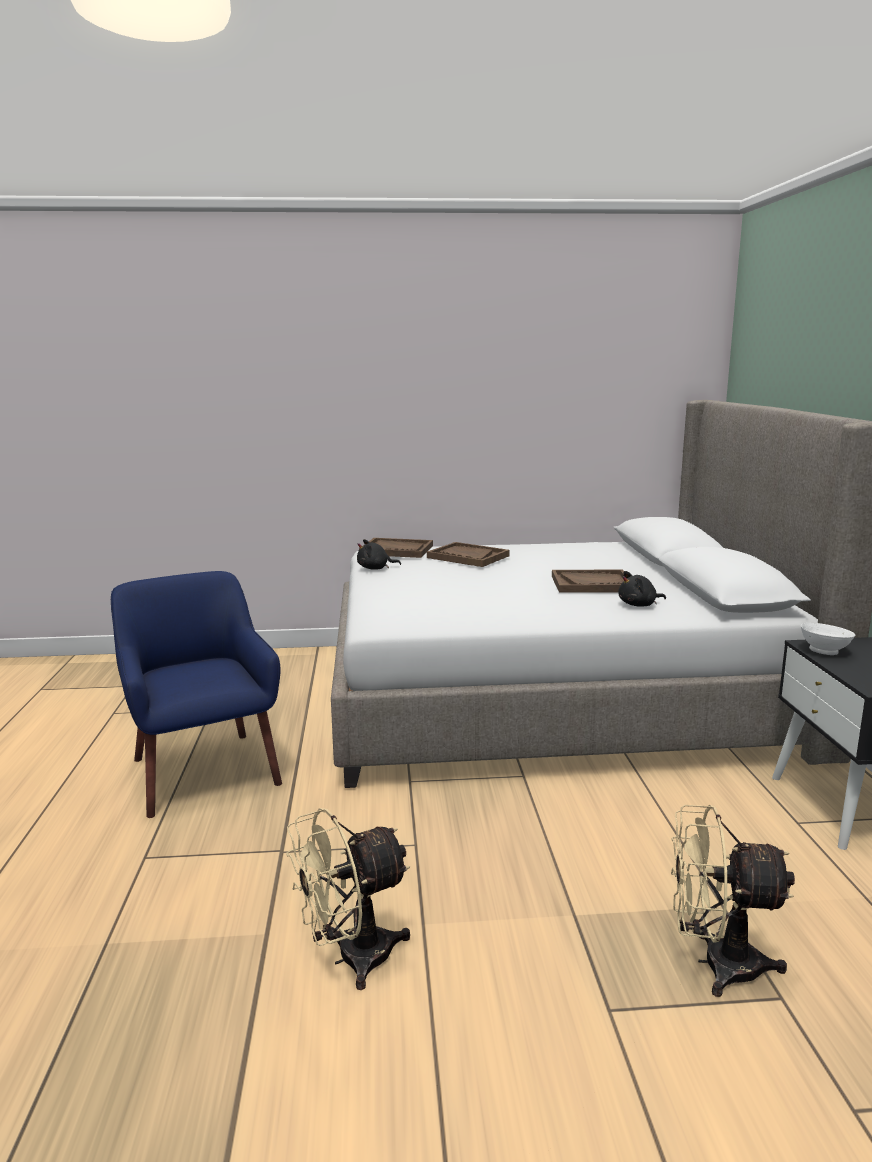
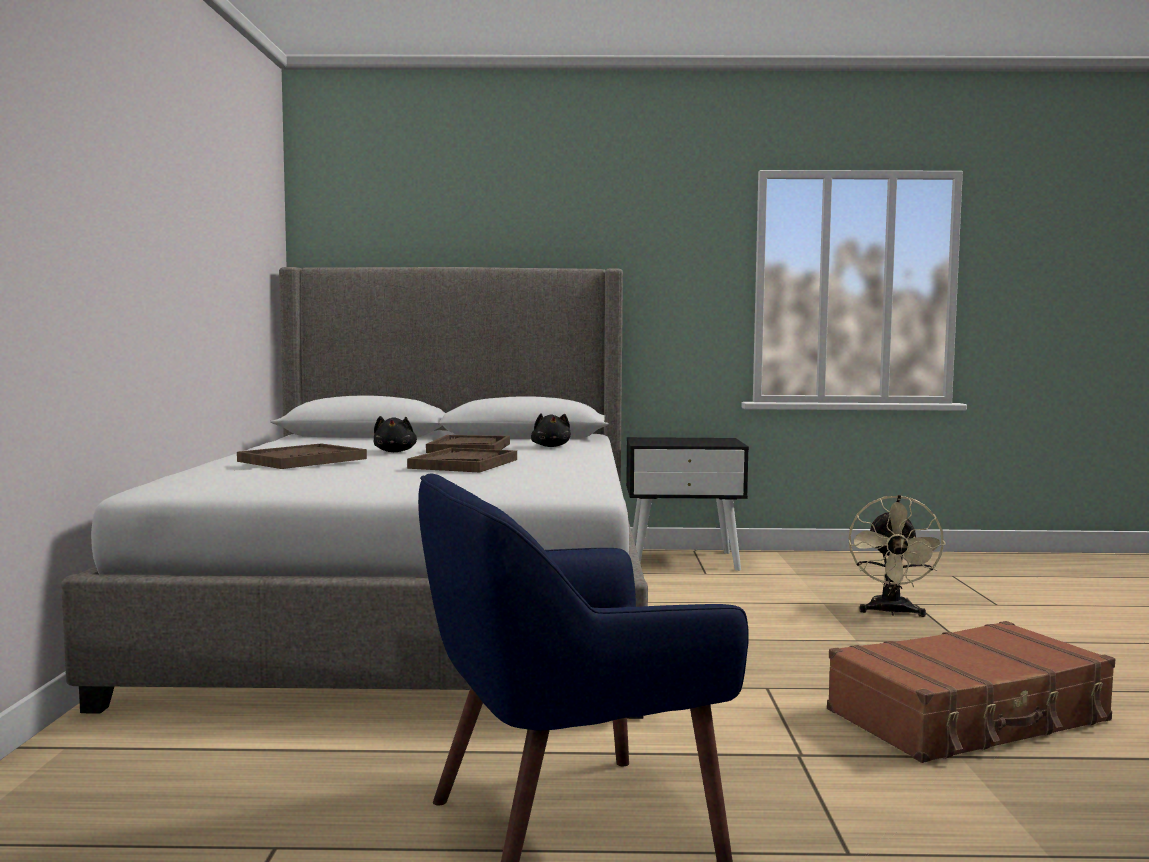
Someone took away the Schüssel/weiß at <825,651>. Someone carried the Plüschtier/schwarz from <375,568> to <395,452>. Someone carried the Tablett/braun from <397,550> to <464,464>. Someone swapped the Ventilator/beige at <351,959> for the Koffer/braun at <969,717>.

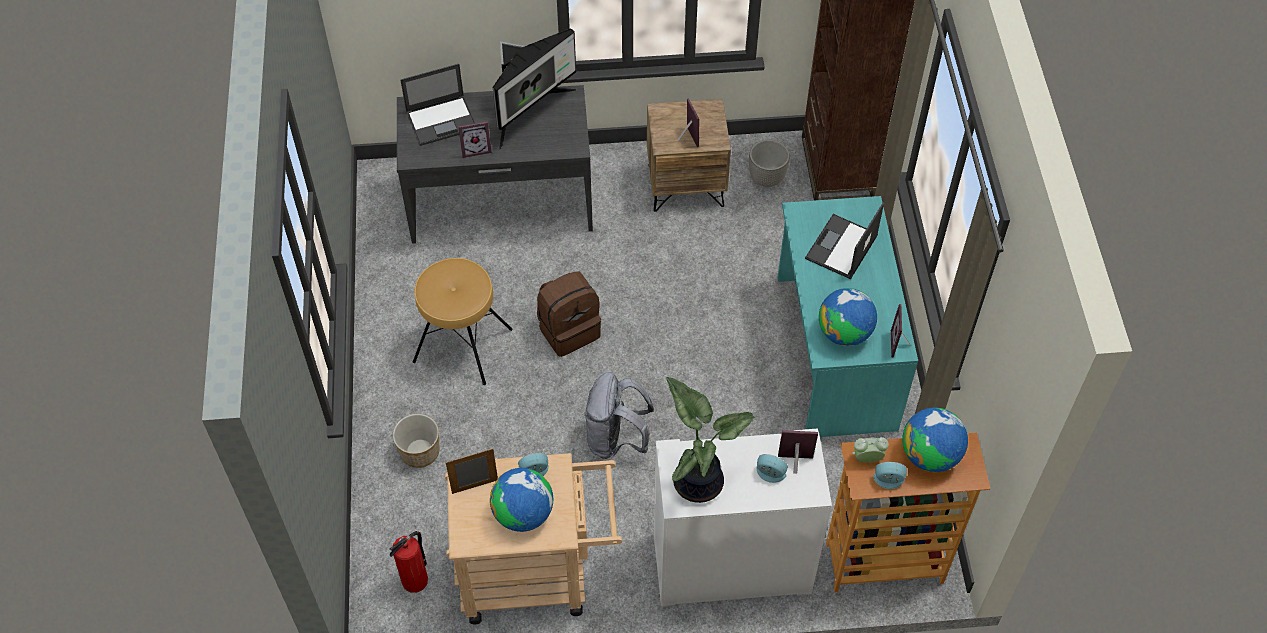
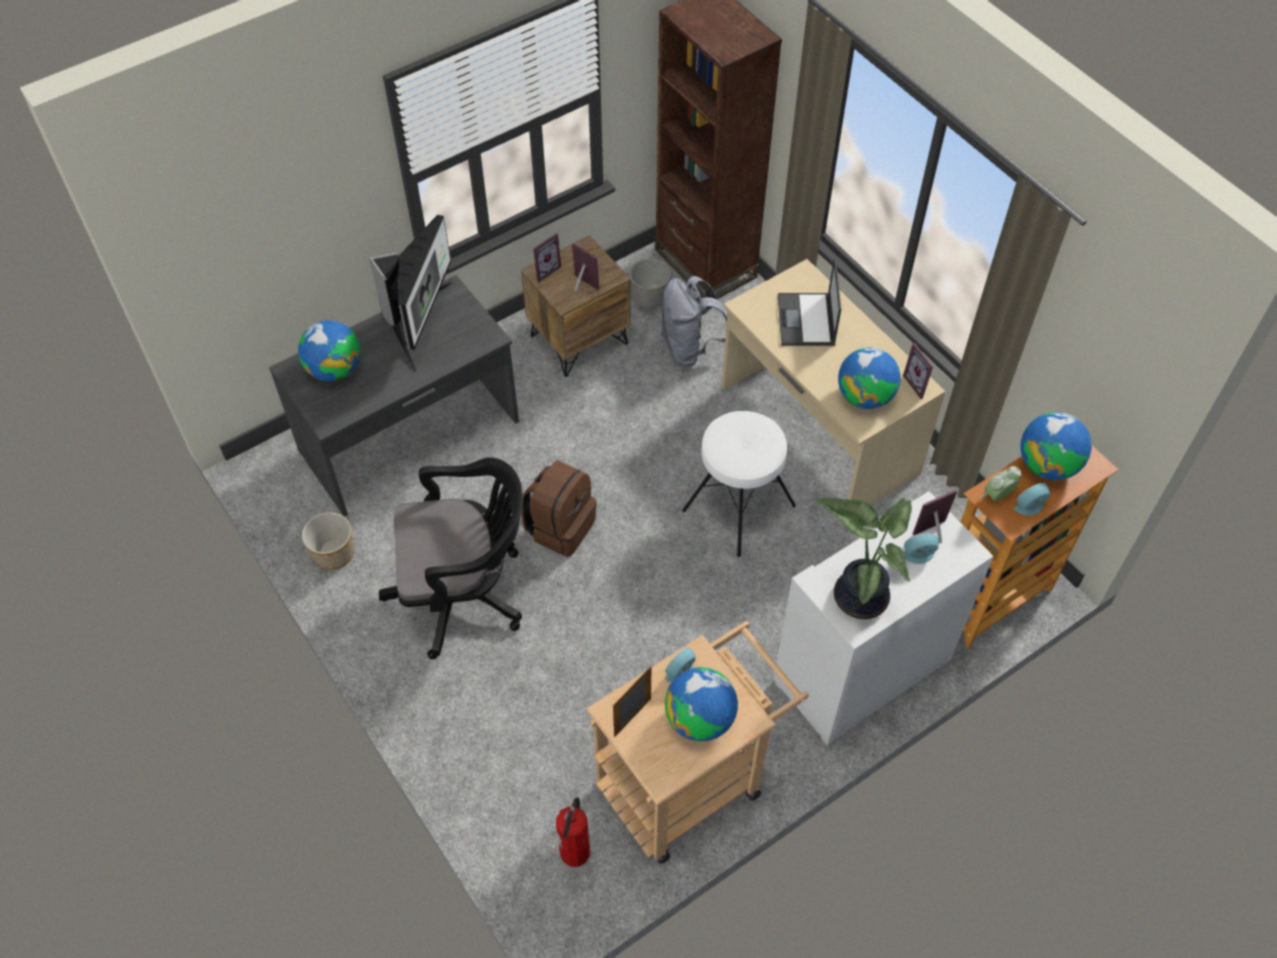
Someone put down the Hocker/weiß at <738,507>. Someone carried the Pflanzkübel from <419,451> to <333,553>. Someone carried the Bilderrahmen from <475,149> to <544,270>. Someone carried the Rucksack/grau from <616,439> to <690,347>. Someone swapped the Laptop at <442,120> for the Globus at <334,369>. Someone swapped the Hocker/braun at <462,346> for the Bürostuhl/schwarz at <465,593>. Someone repainted the Schreibtisch/türkis at <833,352>, which became the Schreibtisch/beige at <817,430>.

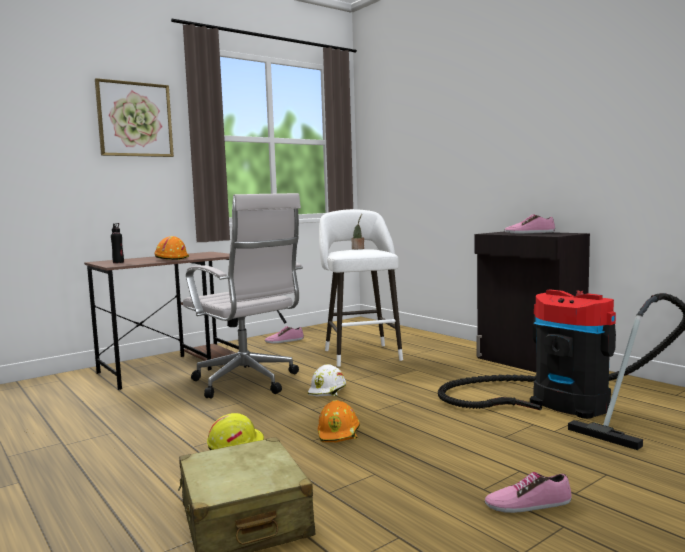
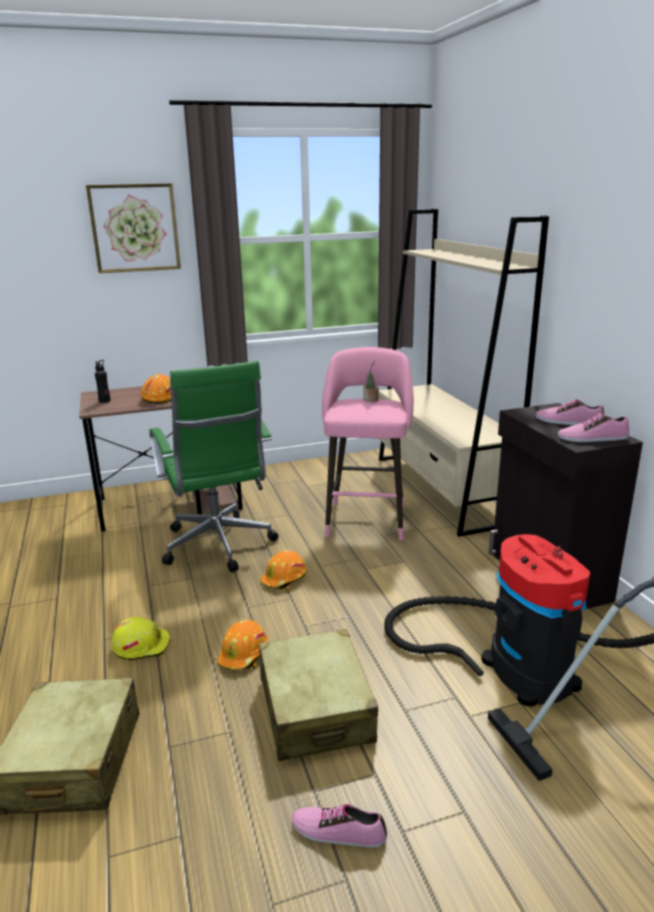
Someone put down the Koffer/beige at <315,709>. Someone put down the Bücherregal/beige at <440,489>. Someone carried the Schuh from <284,341> to <592,438>. Someone repainted the Bürostuhl/weiß at <248,383>, which became the Bürostuhl/grün at <219,547>. Someone repainted the Schutzhelm/weiß at <328,391>, which became the Schutzhelm/orange at <284,579>. Someone repainted the Hocker/weiß at <361,354>, which became the Hocker/rosa at <366,518>.

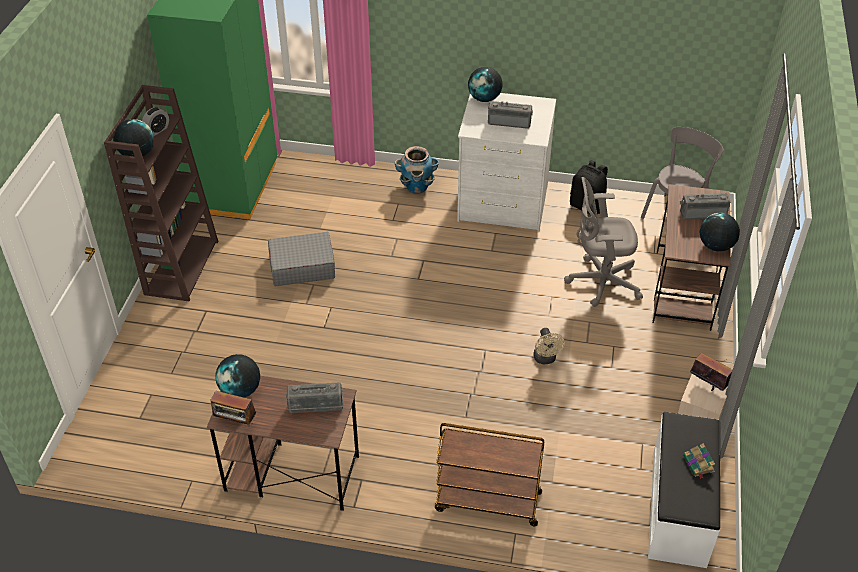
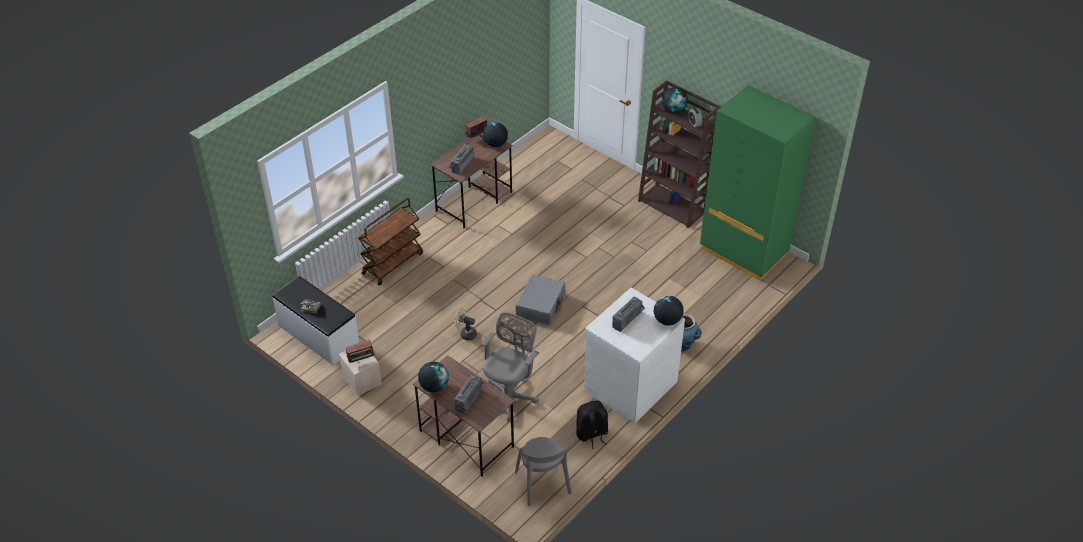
Someone carried the Koffer/grau from <302,266> to <540,305>.

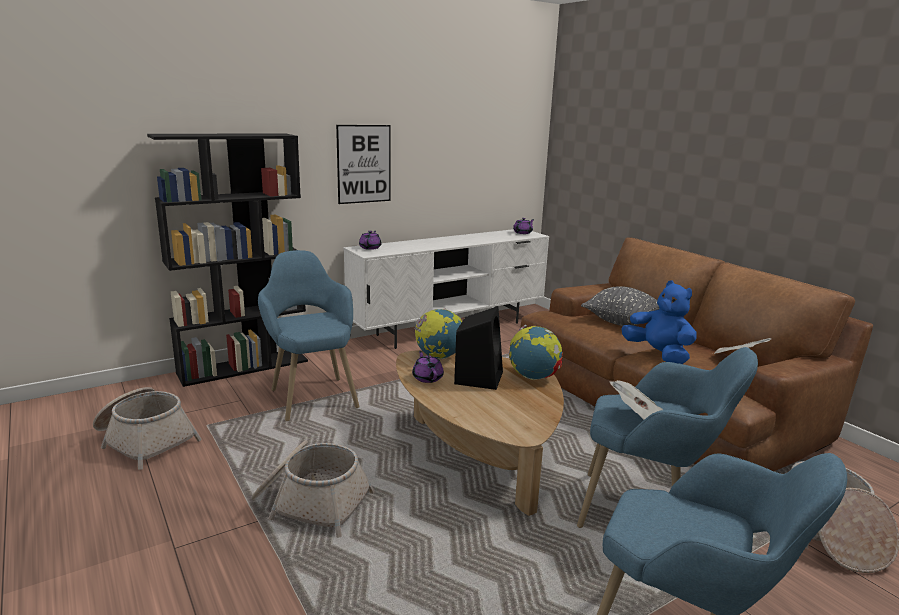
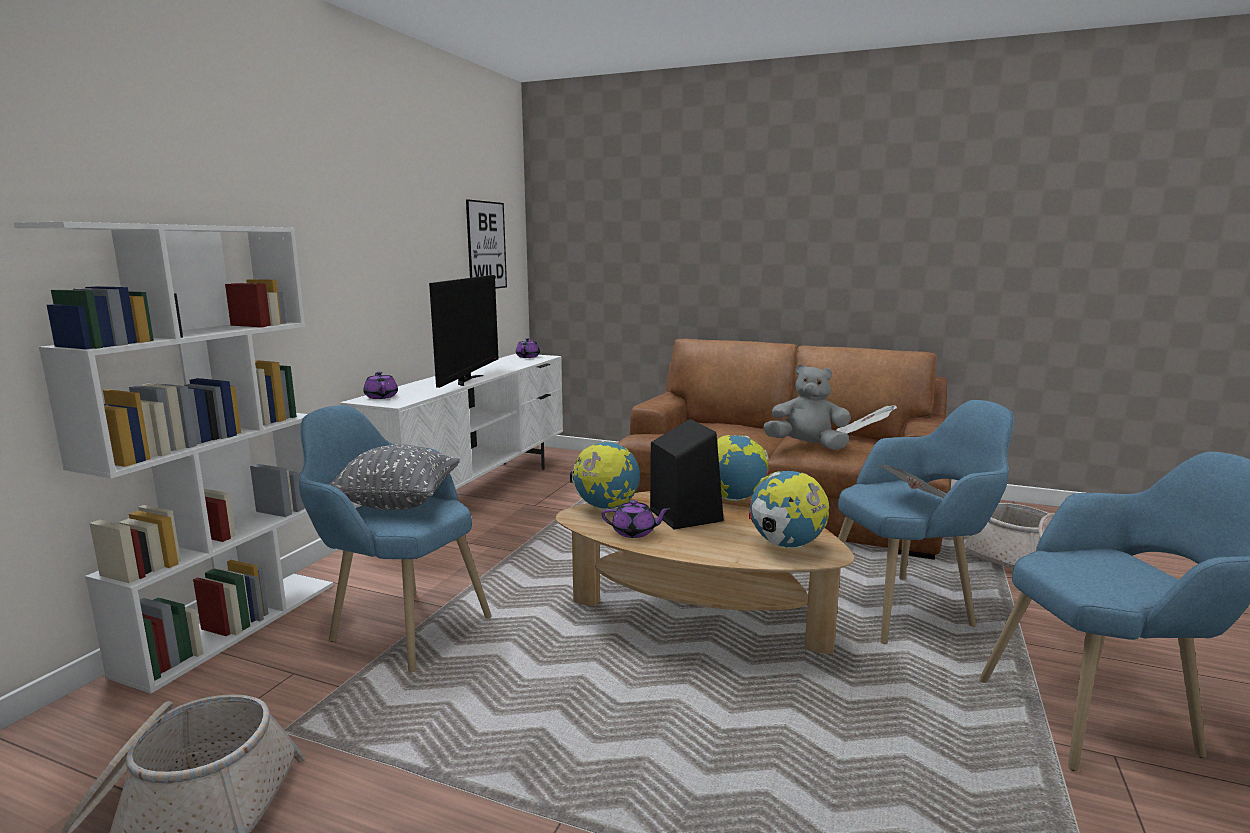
Someone took away the Korb at <311,502>. Someone put down the Fernseher at <468,380>. Someone put down the Globus at <786,546>. Someone carried the Bild from <364,164> to <486,245>. Someone carried the Kissen/grau from <621,321> to <397,502>. Someone repainted the Bücherregal/schwarz at <244,366>, which became the Bücherregal/weiß at <233,625>. Someone repainted the Plüschtier/blau at <658,355>, which became the Plüschtier/grau at <807,446>. Someone rotated the Teekanne/lila at <427,378> by 150 degrees clockwise.

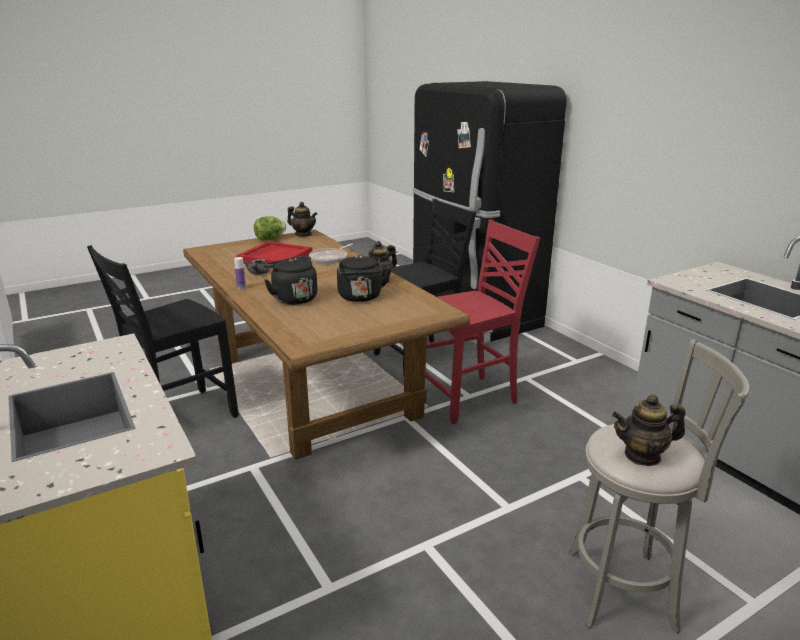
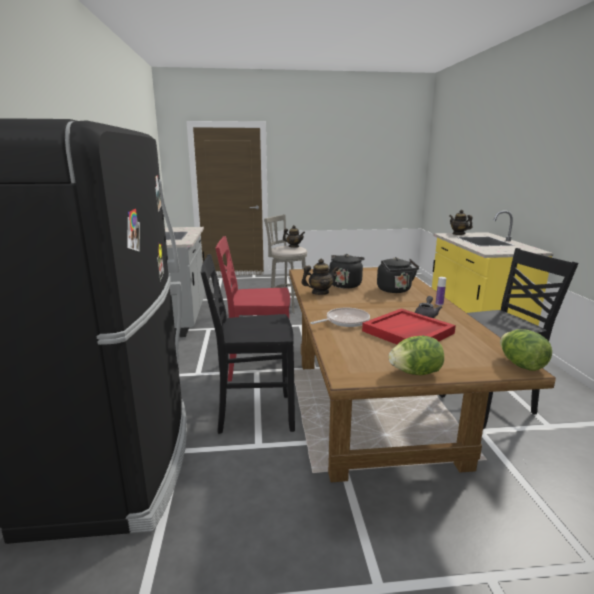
Someone put down the Salatkopf at <521,365>. Someone carried the Teekanne from <303,235> to <458,234>.

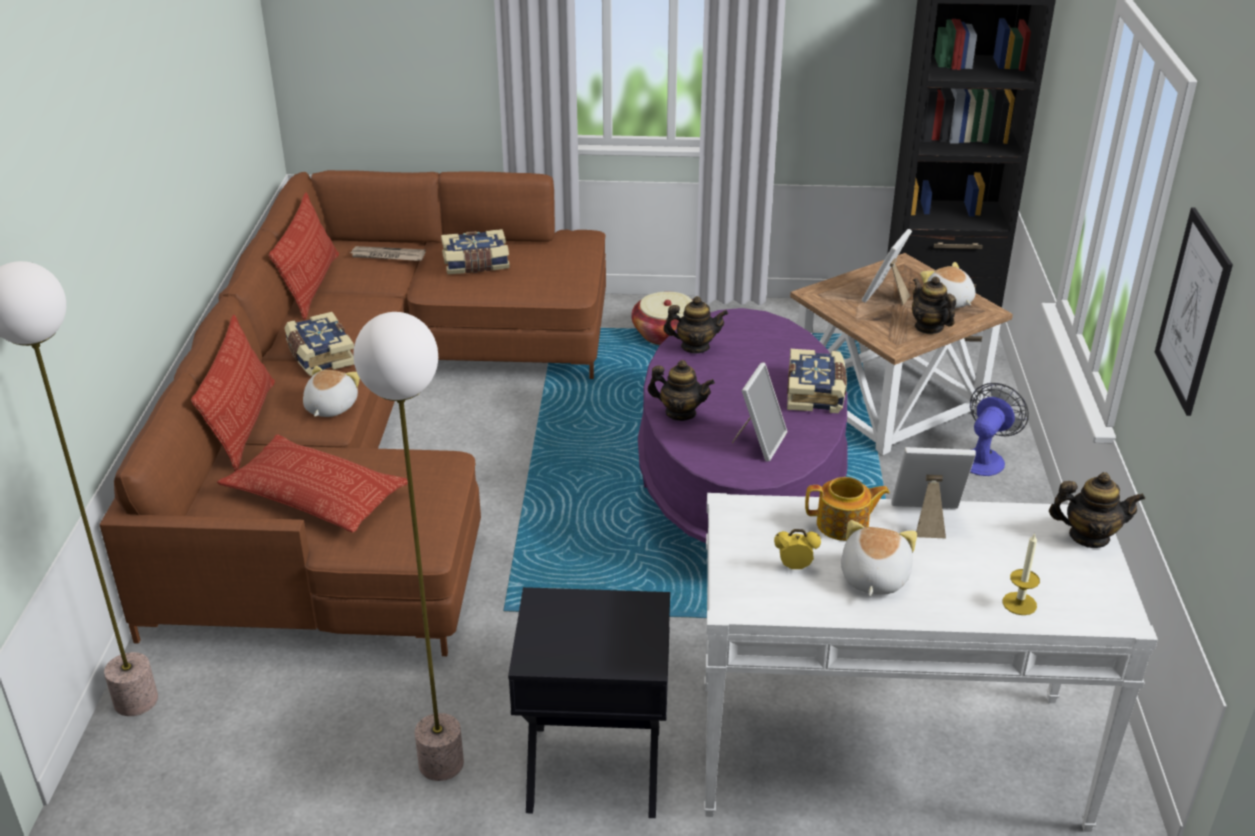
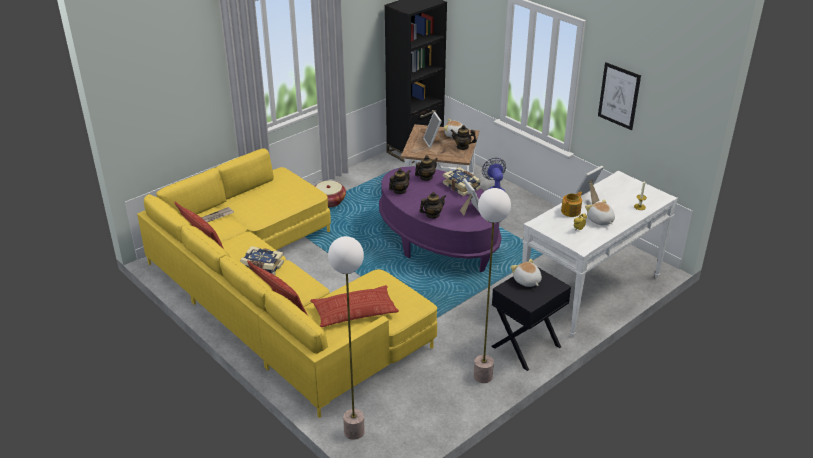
Someone took away the Buch at <476,264>. Someone carried the Plüschtier from <329,407> to <526,281>. Someone carried the Teekanne from <1088,536> to <426,177>. Someone repainted the Sofa/braun at <373,432>, which became the Sofa/gelb at <278,296>.

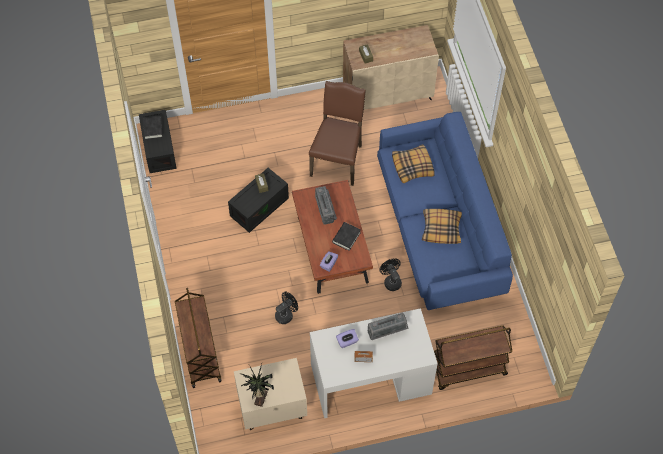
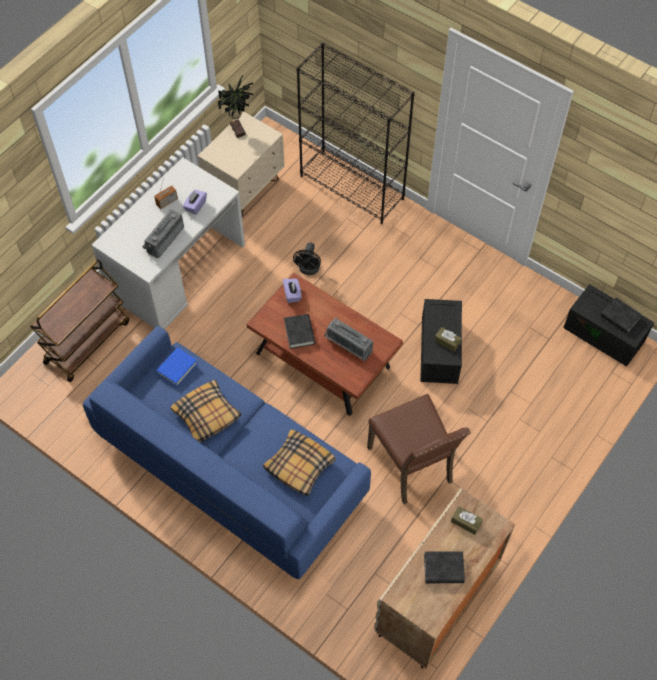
Someone took away the Ventilator/schwarz at <391,281>. Someone put down the Buch/blau at <177,368>. Someone put down the Buch/schwarz at <443,569>. Someone swapped the Rollwagen/braun at <200,353> for the Bücherregal/schwarz at <352,187>.

